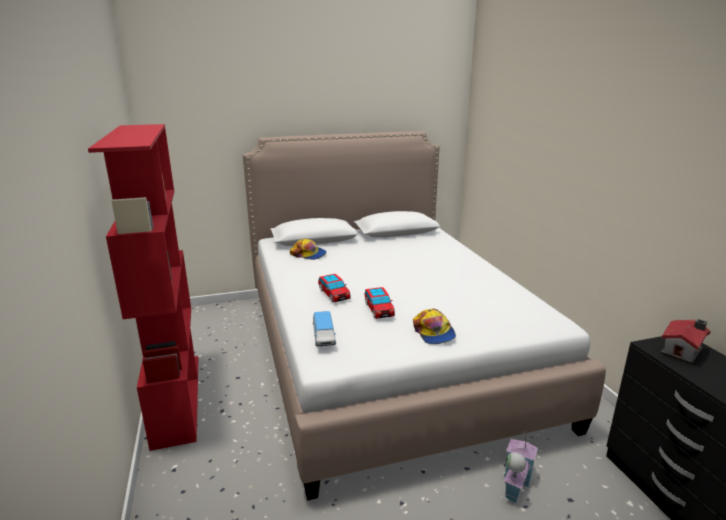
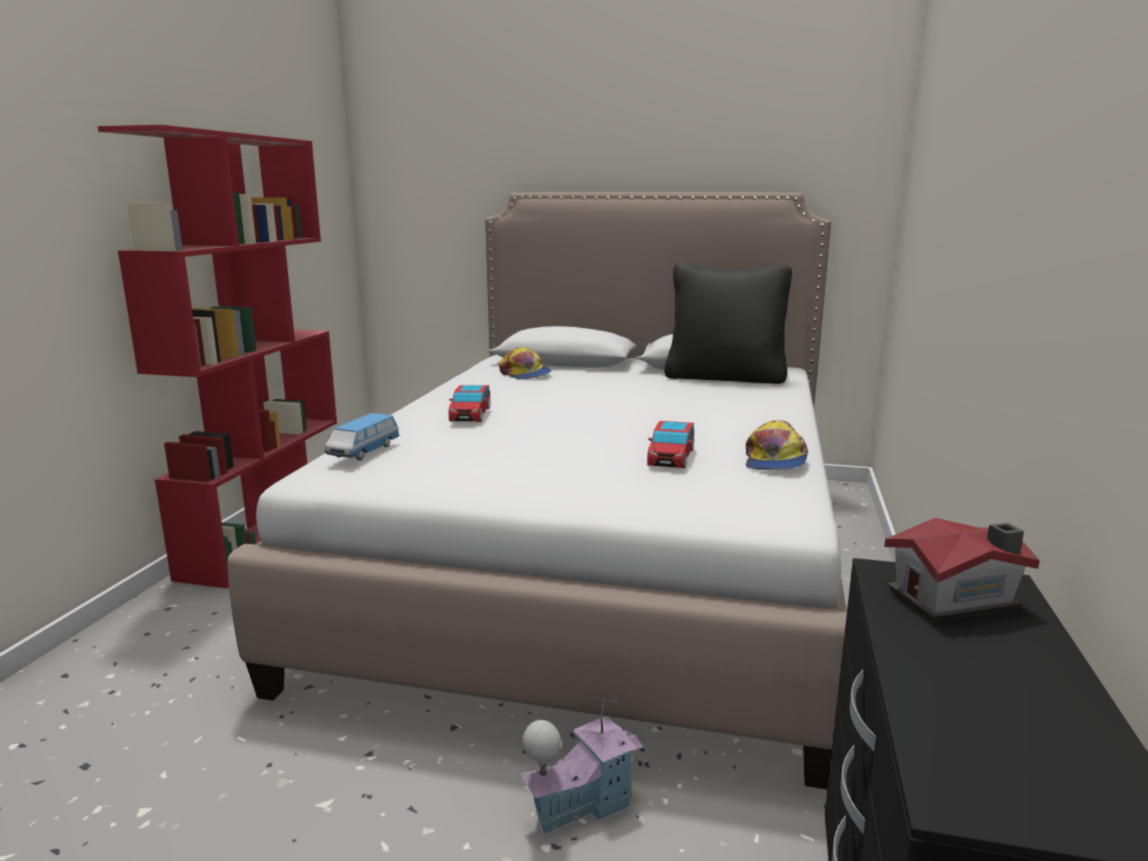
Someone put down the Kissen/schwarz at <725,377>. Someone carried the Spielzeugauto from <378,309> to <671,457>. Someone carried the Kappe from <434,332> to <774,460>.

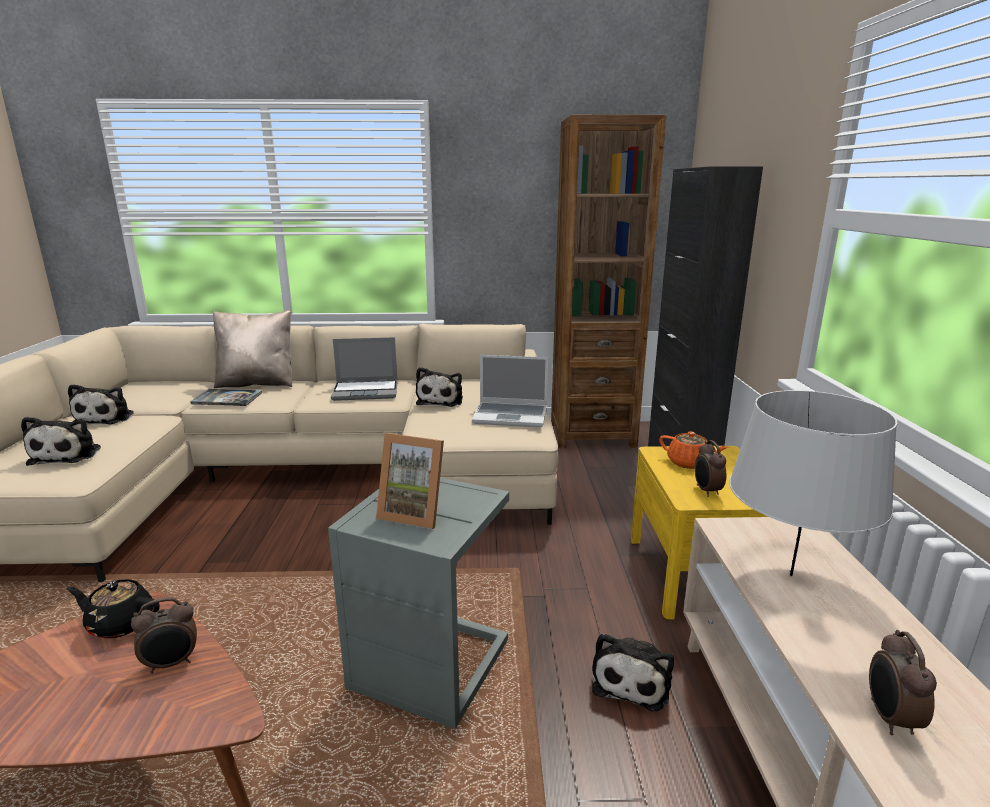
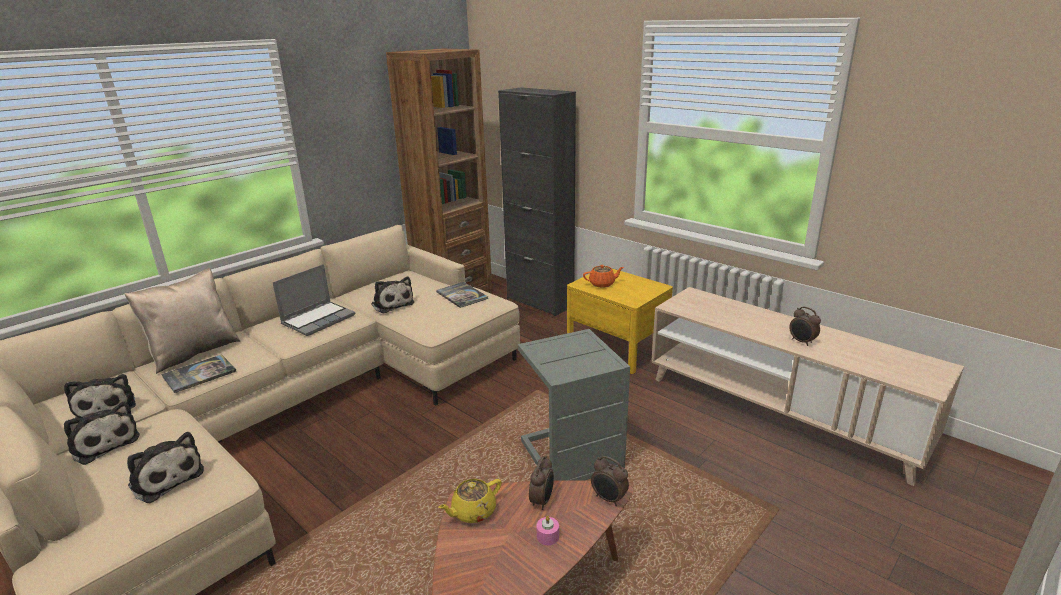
Someone took away the Bilderrahmen at <414,513>. Someone took away the Tischlampe/grau at <790,575>. Someone put down the Kerze/rosa at <547,536>. Someone carried the Plüschtier from <631,680> to <107,407>. Someone carried the Wecker from <706,491> to <608,499>. Someone swapped the Laptop at <511,416> for the Buch at <462,295>. Someone repainted the Teekanne/schwarz at <120,623>, which became the Teekanne/gelb at <472,512>.

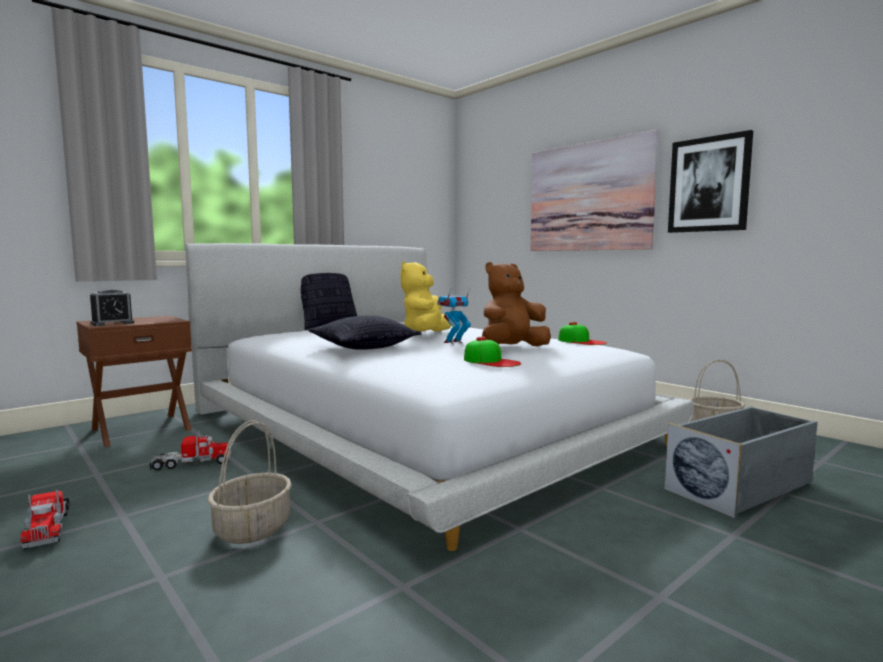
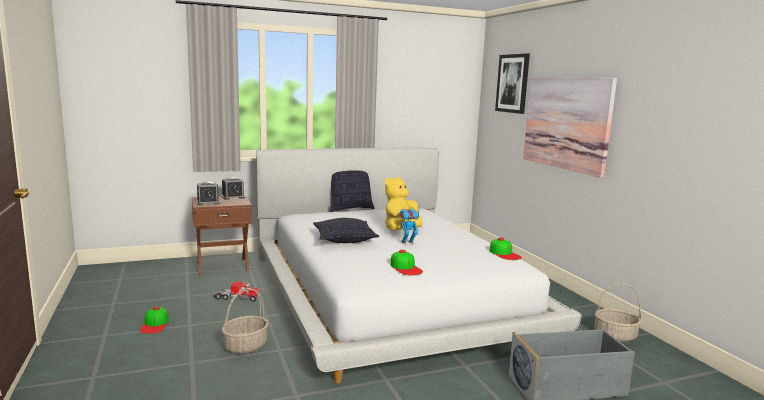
Someone took away the Plüschtier/braun at <512,348>. Someone put down the Wecker at <233,197>. Someone carried the Bild from <709,184> to <512,83>. Someone swapped the Spielzeuglaster at <48,527> for the Kappe at <155,324>.

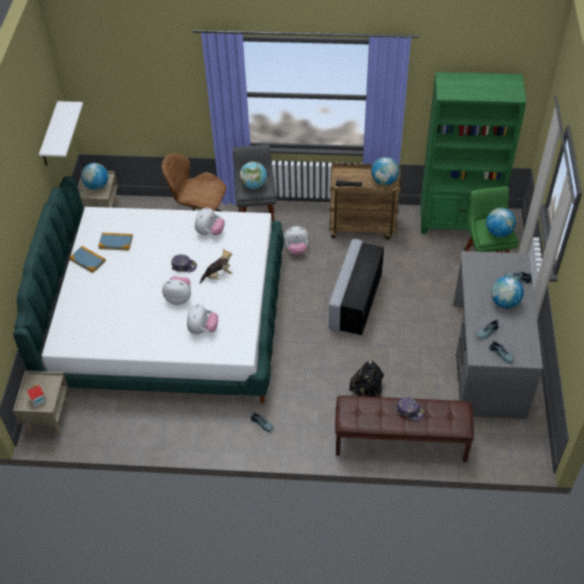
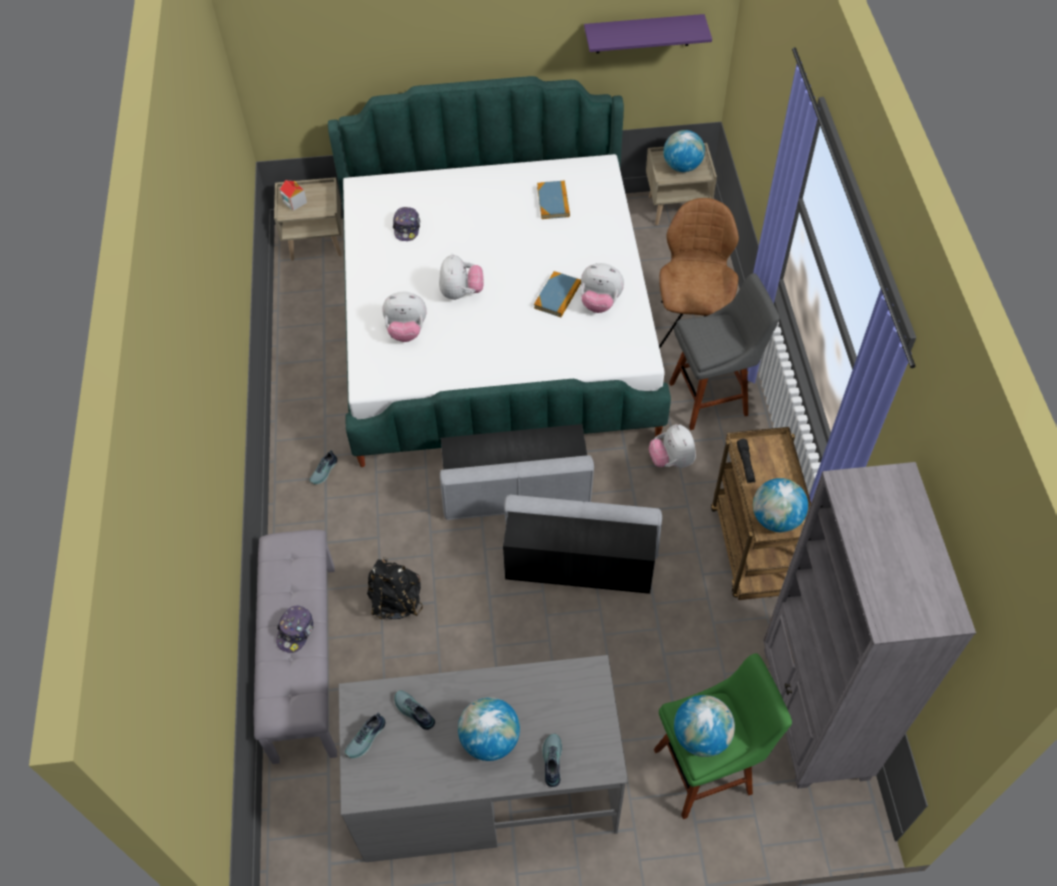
Someone took away the Plüschtier at <218,275>. Someone took away the Globus at <254,185>. Someone put down the Polsterhocker/grau at <516,491>. Someone carried the Buch from <88,260> to <557,296>. Someone carried the Kappe from <184,266> to <407,228>. Someone repainted the Wandregal/weiß at <50,135>, which became the Wandregal/lila at <643,34>. Someone repainted the Bank/braun at <400,442>, which became the Bank/grau at <303,660>. Someone repainted the Bücherregal/grün at <458,222>, which became the Bücherregal/grau at <813,714>.

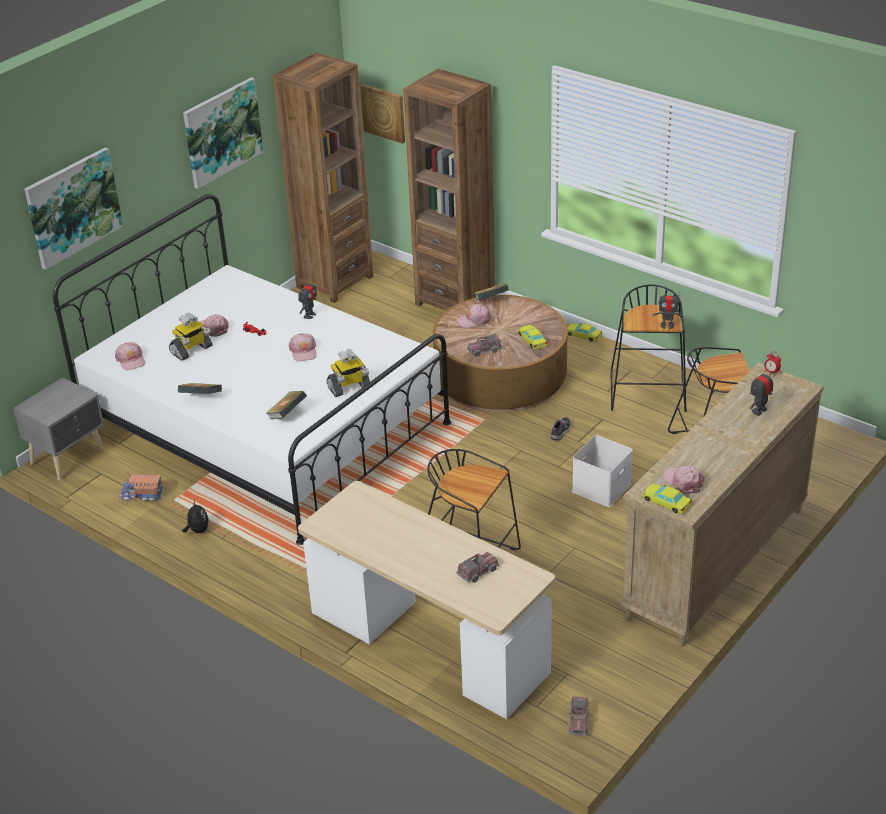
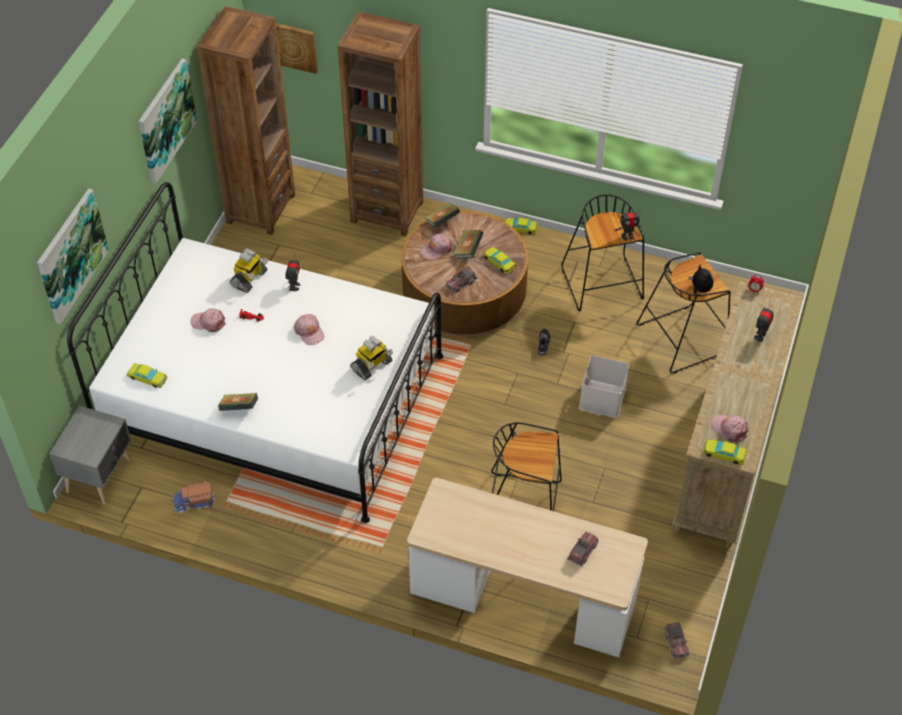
Someone carried the Spielzeugroboter from <191,350> to <249,279>. Someone carried the Plüschtier from <197,530> to <700,289>. Someone carried the Buch from <287,414> to <468,251>. Someone swapped the Kappe/rosa at <131,360> for the Spielzeugauto/gelb at <147,377>.

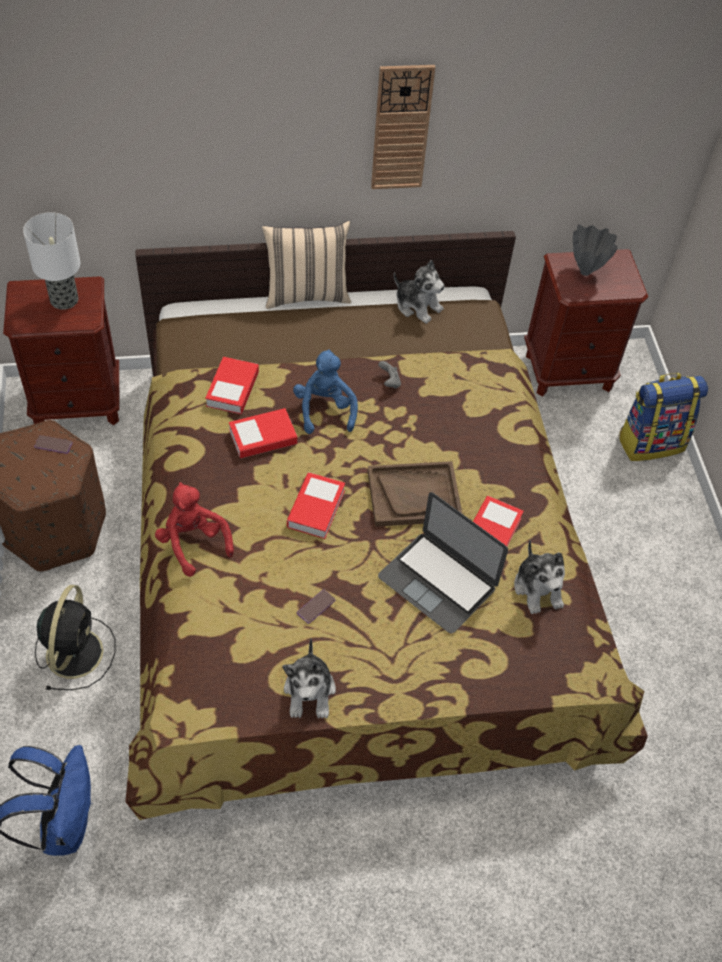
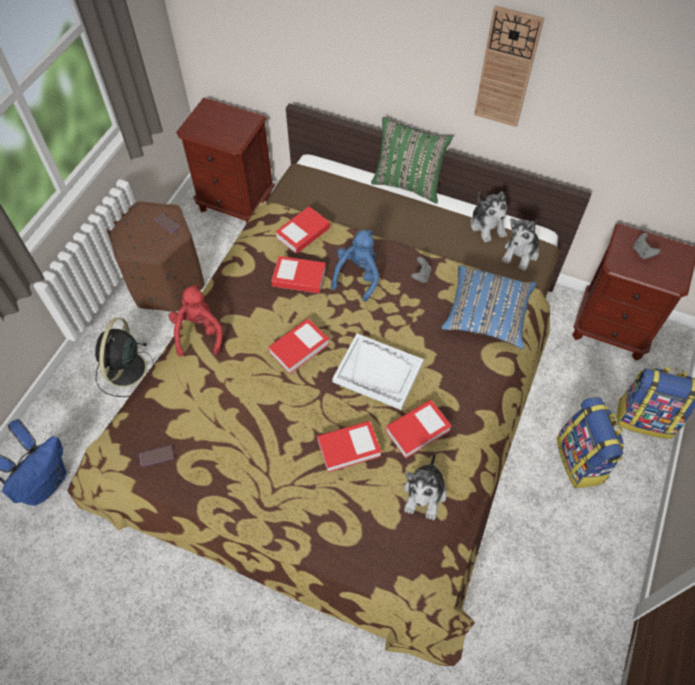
Someone took away the Tischlampe at <65,299>. Someone put down the Kissen/blau at <487,315>. Someone put down the Rucksack at <581,460>. Someone carried the Plüschtier from <310,691> to <520,253>. Someone carried the Handy from <316,607> to <156,456>. Someone swapped the Laptop at <437,582> for the Buch at <349,448>. Someone swapped the Vase/grau at <585,272> for the Gamepad/grau at <642,252>. Someone repainted the Kissen/beige at <306,294>, which became the Kissen/grün at <408,184>. Someone repainted the Tablett/braun at <414,495>, which became the Tablett/weiß at <378,372>. Someone rotated the Ventilator/schwarz at <75,651> by 150 degrees clockwise.

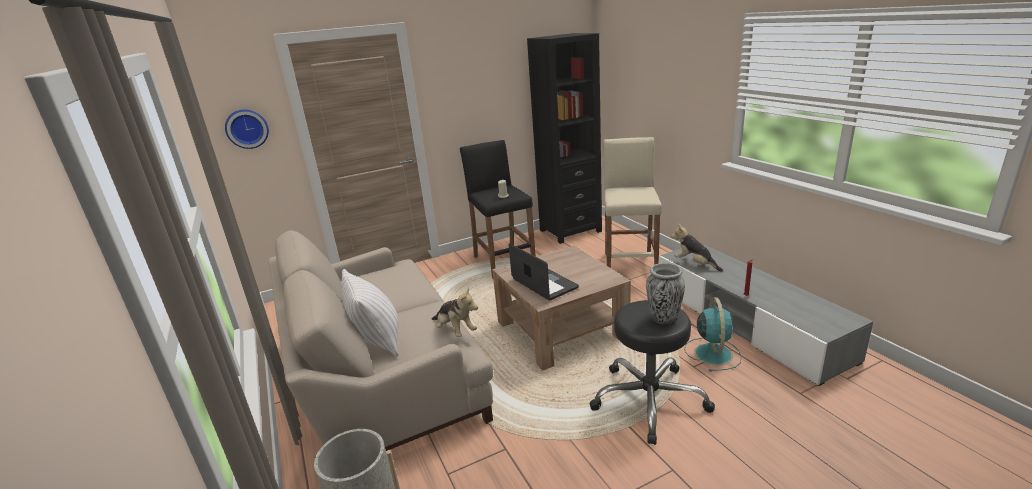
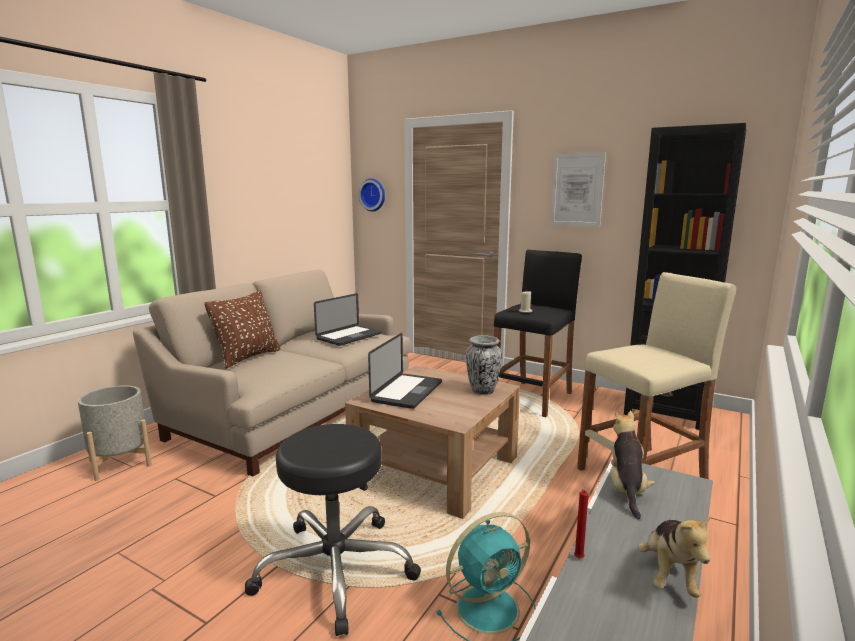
Someone put down the Laptop at <349,336>. Someone put up the Bild at <577,189>. Someone carried the Plüschtier from <455,330> to <669,575>. Someone carried the Vase from <663,318> to <483,391>. Someone repainted the Kissen/weiß at <377,341>, which became the Kissen/braun at <247,357>.

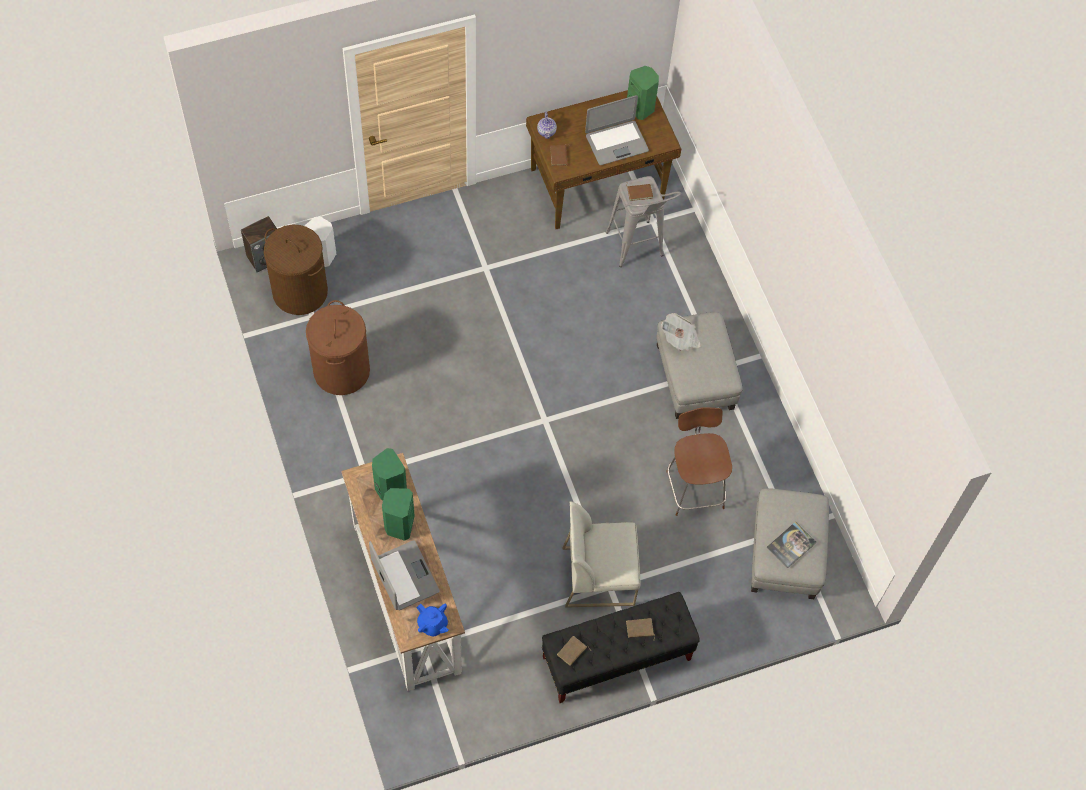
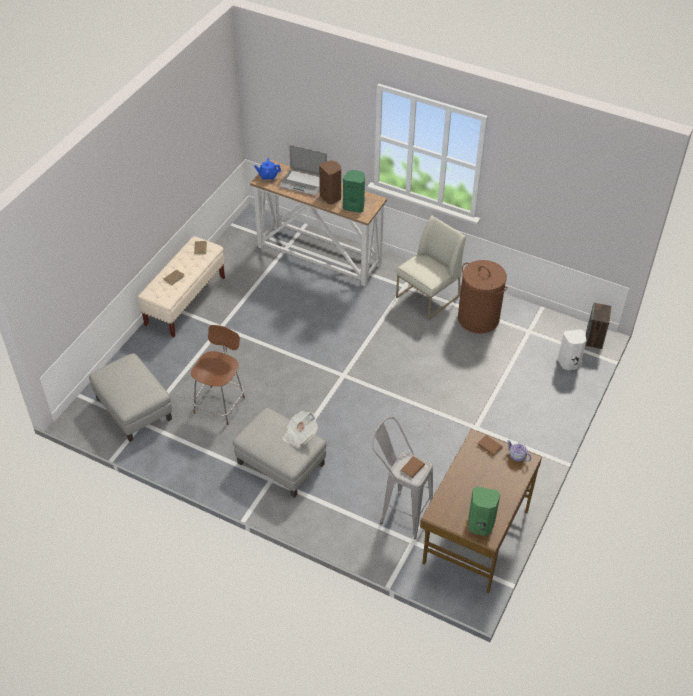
Someone took away the Wäschekorb/braun at <300,291>. Someone took away the Laptop at <616,142>. Someone took away the Buch at <791,545>. Someone carried the Stuhl/weiß from <599,575> to <428,297>. Someone repainted the Lautsprecher/grün at <399,525>, which became the Lautsprecher/braun at <331,197>. Someone repainted the Bank/schwarz at <616,658>, which became the Bank/beige at <185,301>. Someone rotated the Stuhl/braun at <694,487> by 105 degrees counterclockwise.

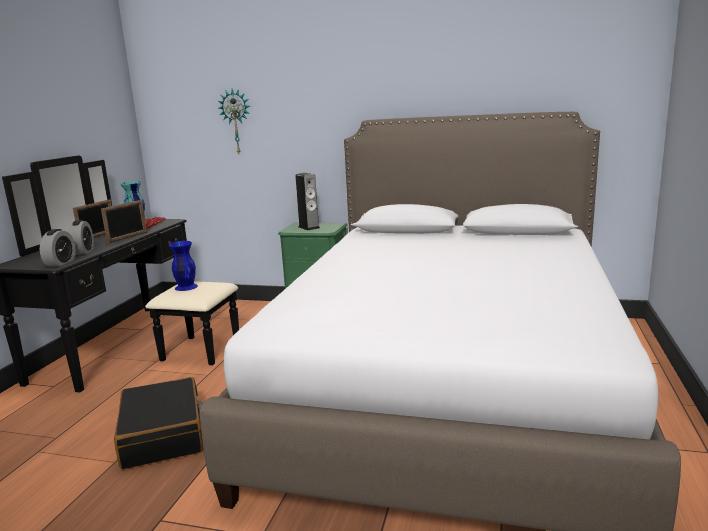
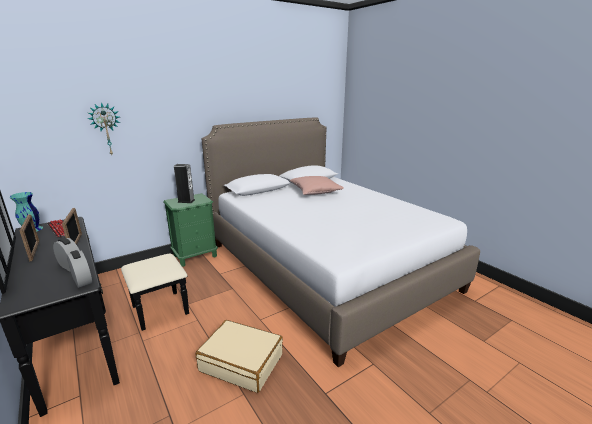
Someone took away the Vase/blau at <186,287>. Someone put down the Kissen/rosa at <315,192>. Someone repainted the Koffer/schwarz at <163,435>, which became the Koffer/beige at <241,362>.

